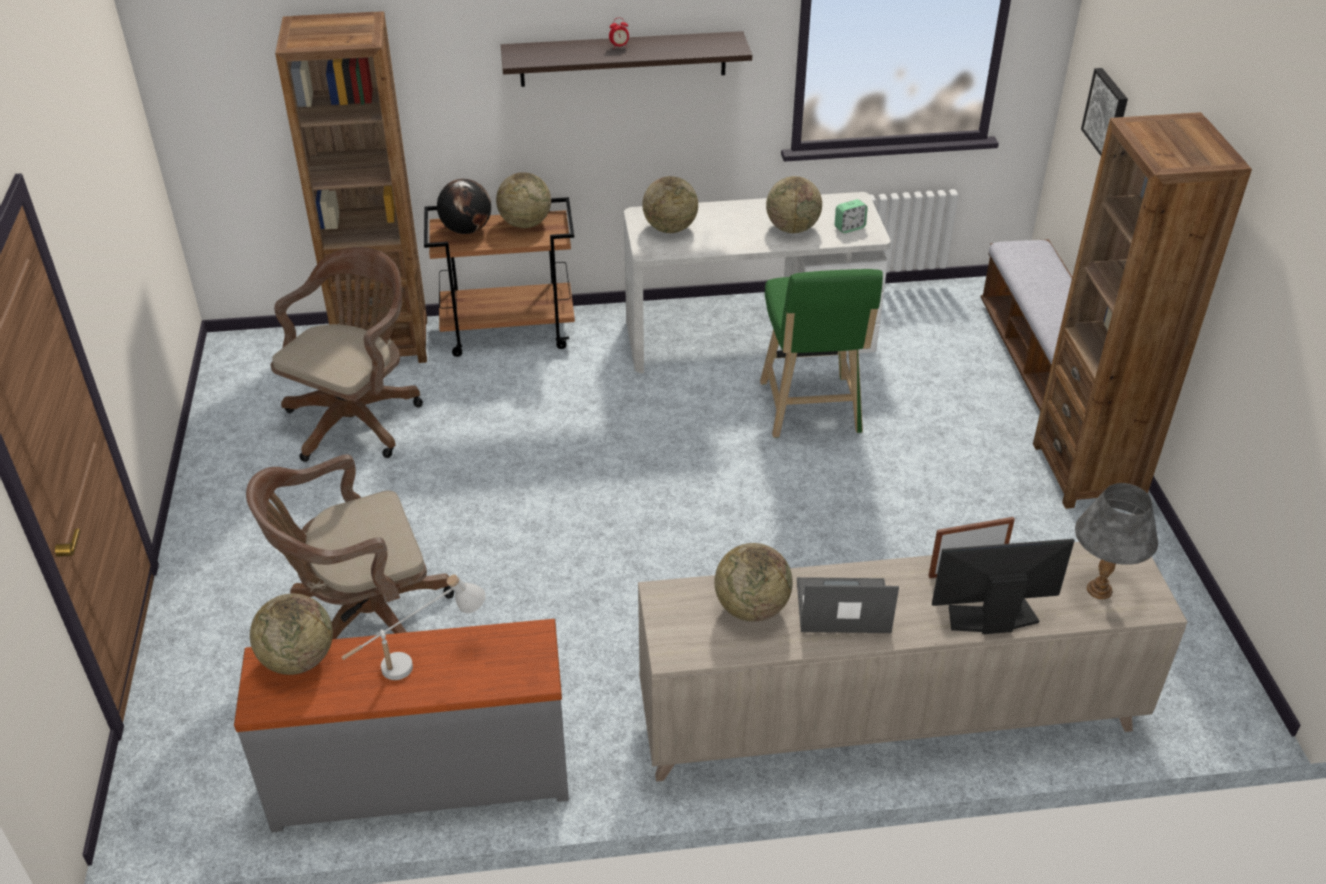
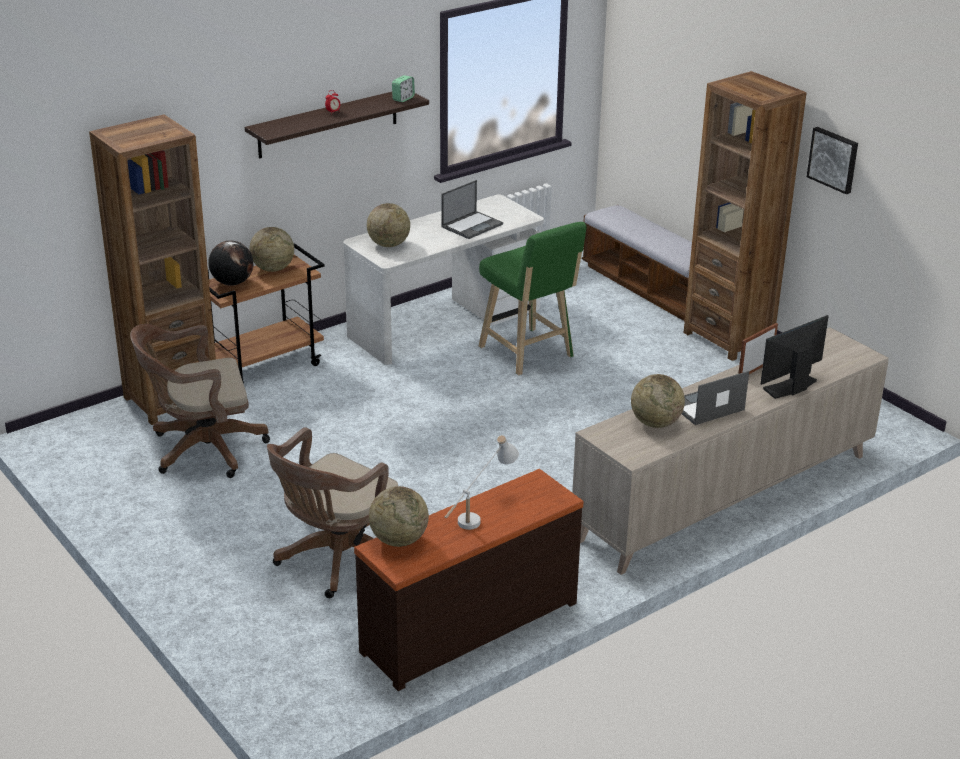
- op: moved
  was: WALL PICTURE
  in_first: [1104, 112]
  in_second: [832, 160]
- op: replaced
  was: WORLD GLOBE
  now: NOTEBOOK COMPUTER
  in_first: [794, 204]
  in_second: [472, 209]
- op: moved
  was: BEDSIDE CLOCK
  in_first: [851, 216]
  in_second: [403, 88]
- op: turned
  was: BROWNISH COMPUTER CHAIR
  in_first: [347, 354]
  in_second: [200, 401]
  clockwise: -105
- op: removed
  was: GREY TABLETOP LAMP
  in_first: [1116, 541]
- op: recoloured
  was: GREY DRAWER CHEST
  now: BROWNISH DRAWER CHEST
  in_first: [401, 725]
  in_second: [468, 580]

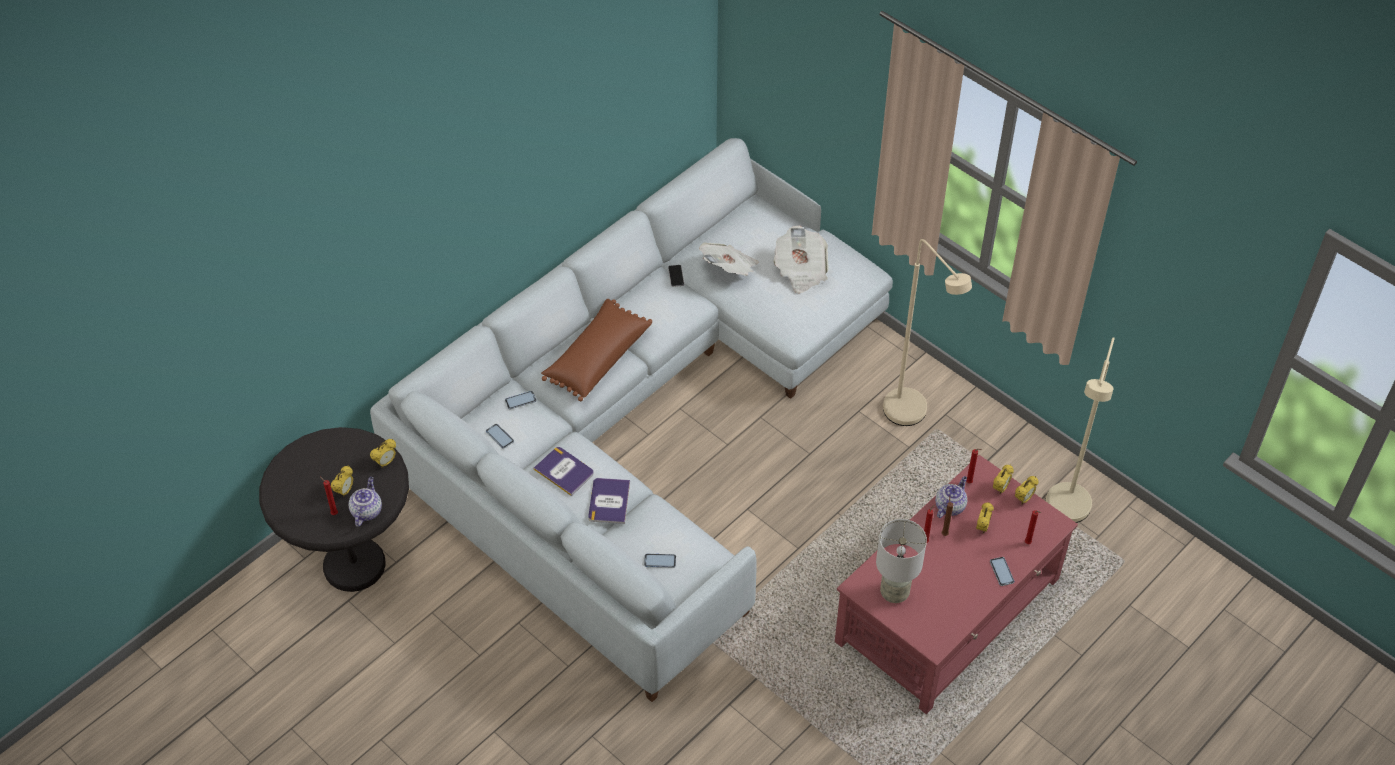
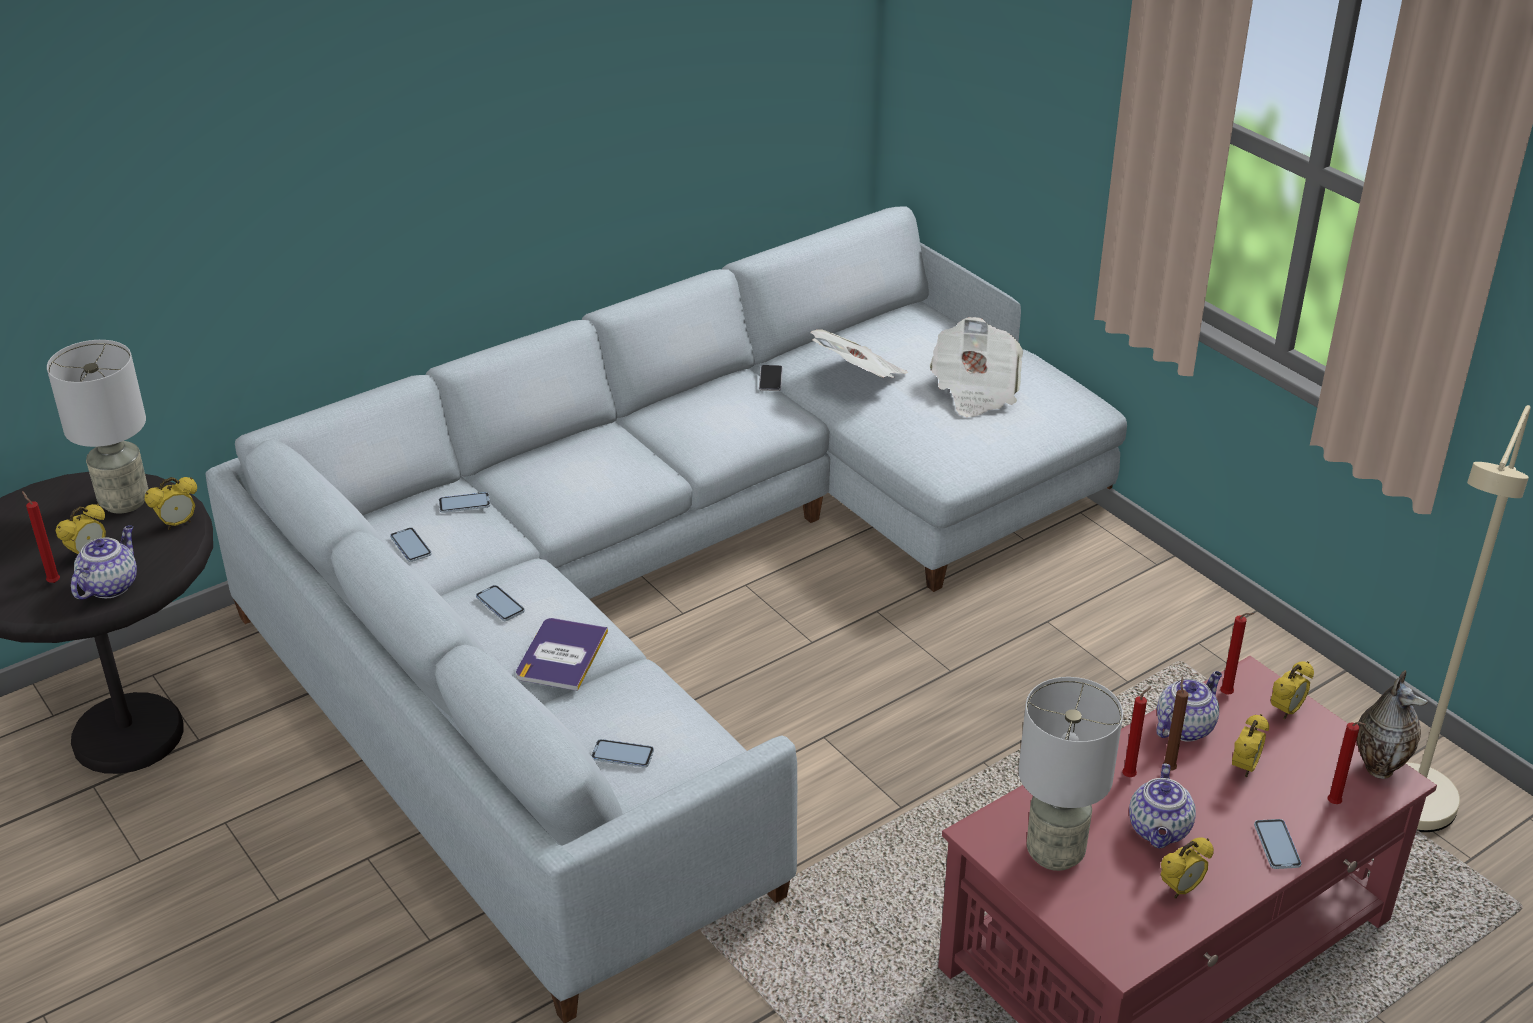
- op: removed
  was: SAND-COLOURED STANDARD LAMP
  in_first: [927, 332]
- op: removed
  was: BROWNISH PILLOW
  in_first: [596, 350]
- op: replaced
  was: BOUND BOOK
  now: PHONE
  in_first: [564, 471]
  in_second: [500, 603]
- op: moved
  was: BEDSIDE CLOCK
  in_first: [1026, 490]
  in_second: [1187, 867]
- op: added
  now: GREY TABLETOP LAMP
  in_second: [98, 427]
- op: added
  now: DECORATIVE VASE
  in_second: [1392, 724]
- op: added
  now: TEAPOT
  in_second: [1162, 806]

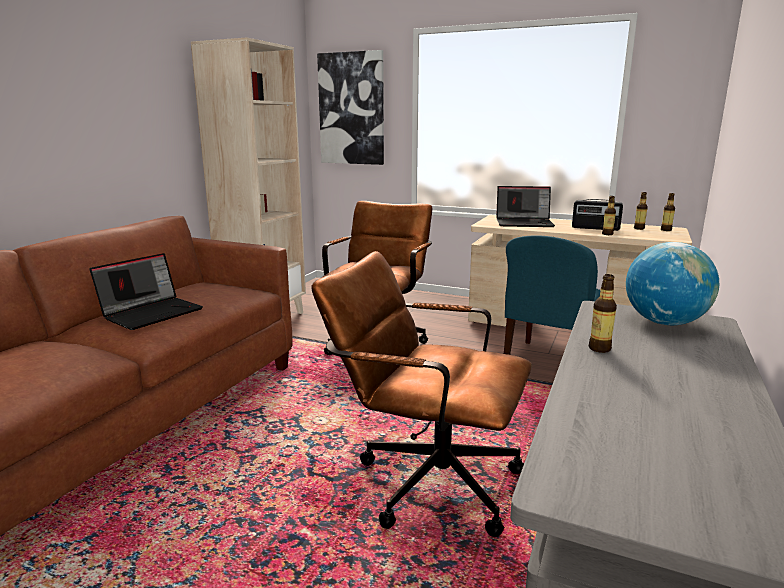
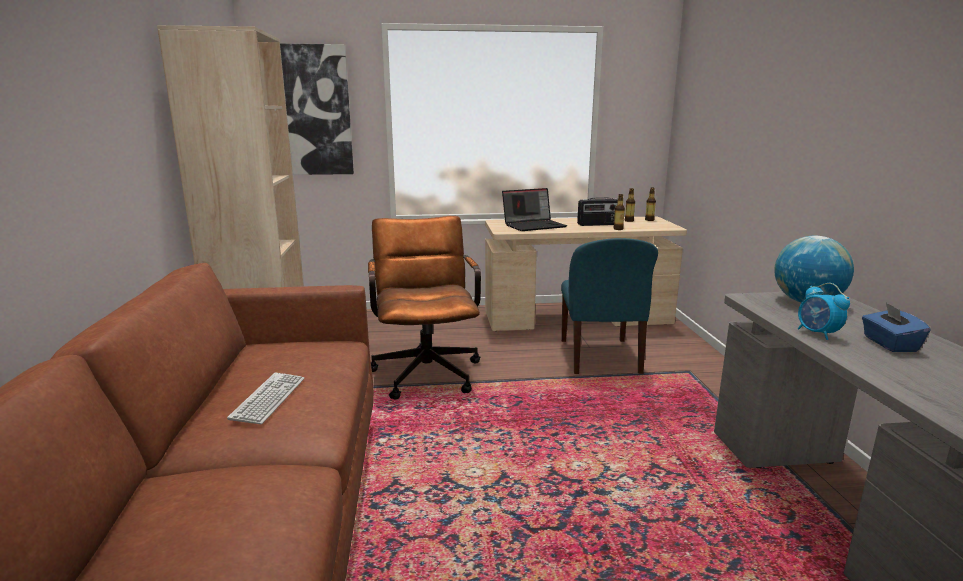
- op: removed
  was: BROWNISH COMPUTER CHAIR
  in_first: [421, 394]
- op: replaced
  was: NOTEBOOK COMPUTER
  now: KEYBOARD
  in_first: [146, 291]
  in_second: [265, 398]
- op: replaced
  was: DRINK BOTTLE
  now: BEDSIDE CLOCK
  in_first: [603, 313]
  in_second: [824, 311]
- op: added
  now: BLUE-COLOURED BOX OF TISSUES
  in_second: [896, 327]

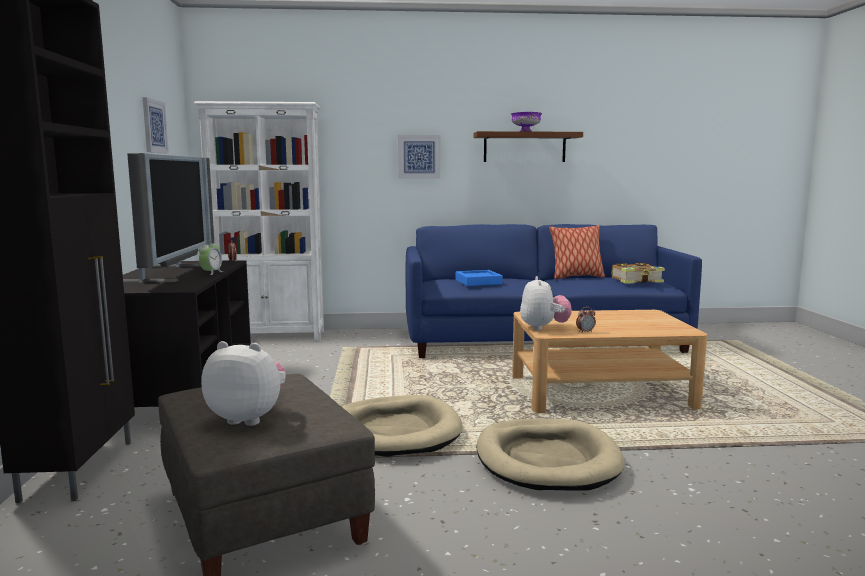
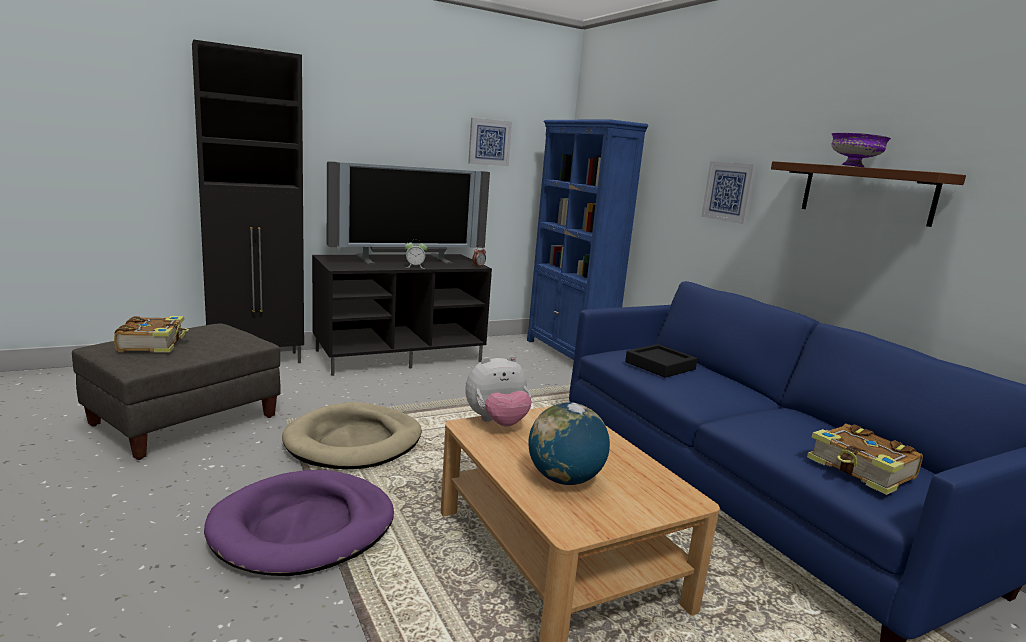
- op: recoloured
  was: WHITE-COLOURED BOOKSHELF
  now: BLUE-COLOURED BOOKSHELF
  in_first: [259, 221]
  in_second: [587, 240]
- op: removed
  was: PILLOW
  in_first: [577, 252]
- op: recoloured
  was: BLUE-COLOURED TRAY
  now: BLACK-COLOURED TRAY
  in_first: [479, 278]
  in_second: [661, 361]
- op: removed
  was: BEDSIDE CLOCK
  in_first: [586, 320]
- op: replaced
  was: CUDDLY TOY
  now: BOUND BOOK
  in_first: [243, 383]
  in_second: [151, 334]
- op: recoloured
  was: SAND-COLOURED DOG BED
  now: PURPLE DOG BED
  in_first: [551, 454]
  in_second: [299, 523]
- op: added
  now: WORLD GLOBE
  in_second: [569, 443]

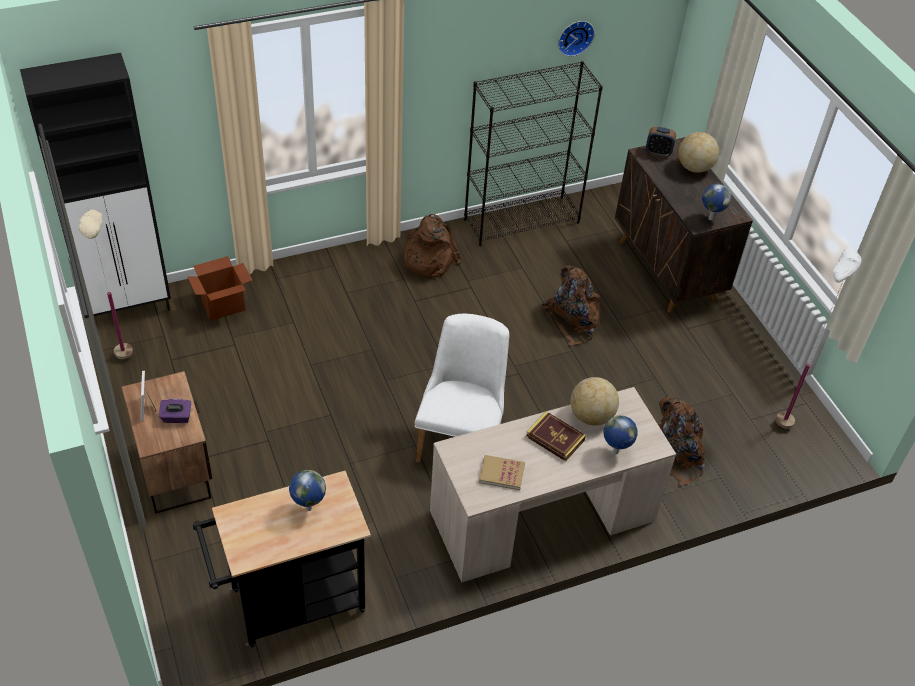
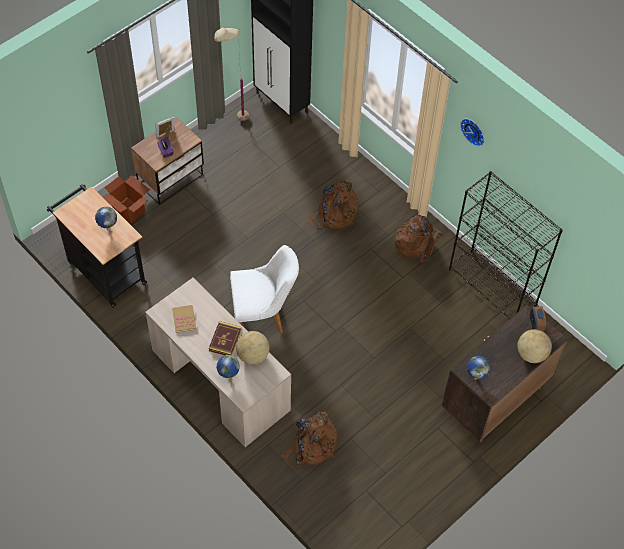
- op: moved
  was: HANGING CLOCK
  in_first: [576, 38]
  in_second: [472, 133]
- op: removed
  was: WHITE-COLOURED STANDARD LAMP
  in_first: [818, 338]
- op: moved
  was: CARTON
  in_first: [219, 288]
  in_second: [126, 199]
- op: moved
  was: BROWNISH BACKPACK
  in_first: [572, 306]
  in_second: [332, 205]

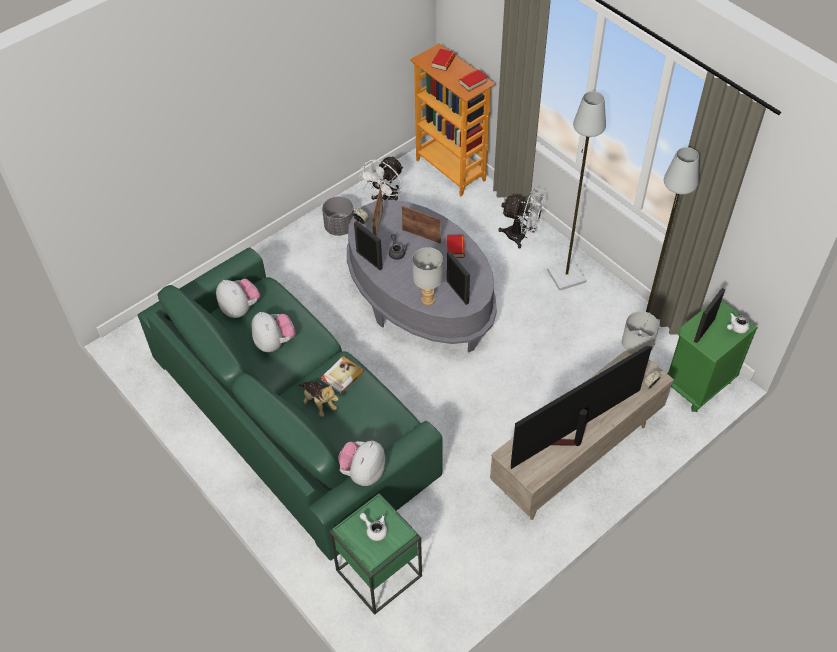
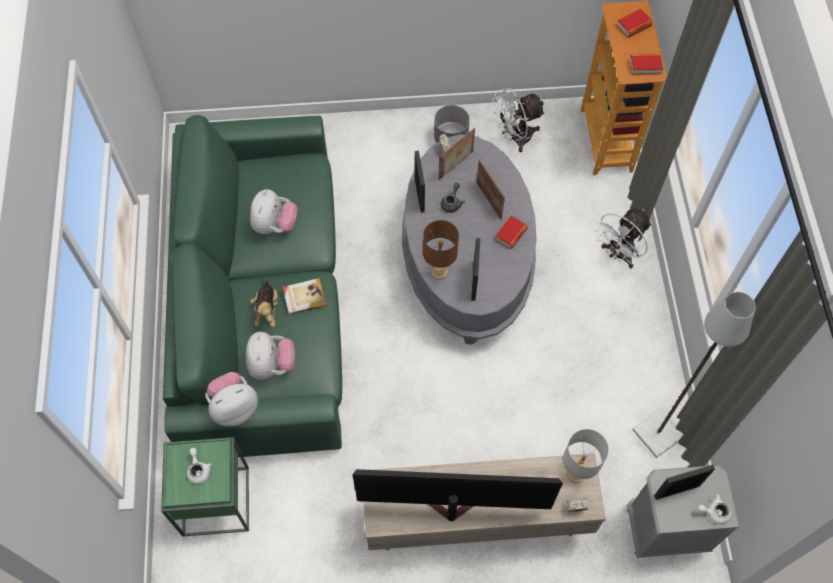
- op: removed
  was: GREY STANDARD LAMP
  in_first: [576, 191]
- op: turned
  was: WHITE-COLOURED COOLING FAN
  in_first: [522, 218]
  in_second: [623, 238]
  clockwise: 75
- op: recoloured
  was: GREY TABLETOP LAMP
  now: BROWNISH TABLETOP LAMP
  in_first: [427, 276]
  in_second: [441, 249]
- op: moved
  was: CUDDLY TOY
  in_first: [238, 298]
  in_second: [270, 356]
- op: recoloured
  was: GREENISH BEDSIDE TABLE
  now: GREY BEDSIDE TABLE
  in_first: [712, 356]
  in_second: [683, 511]

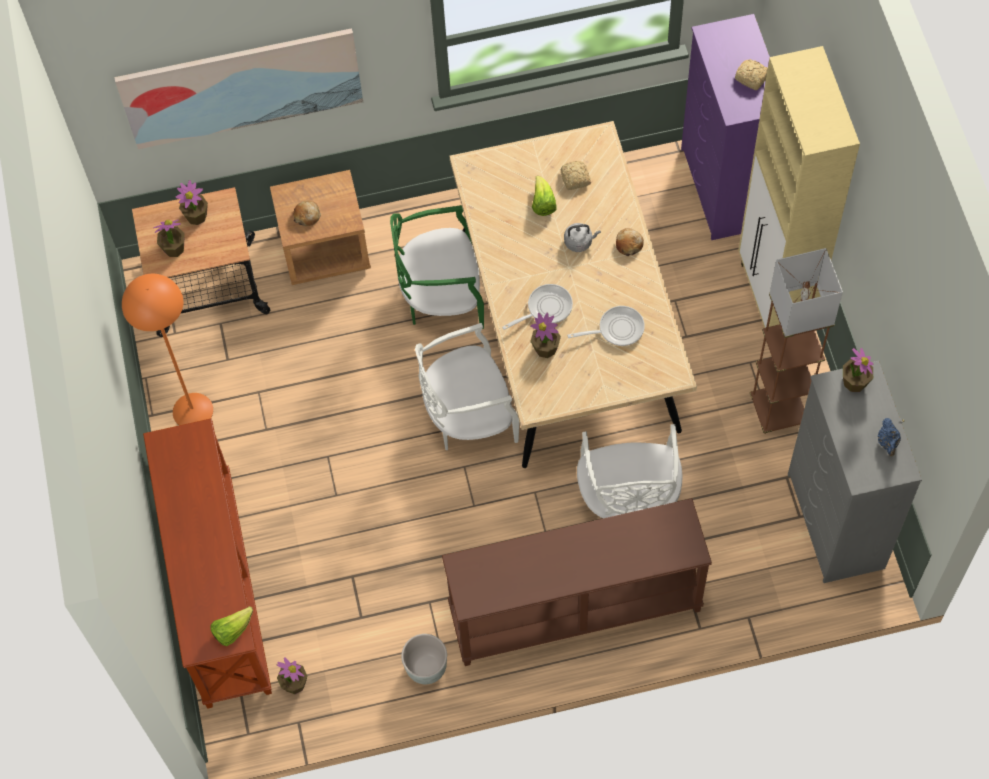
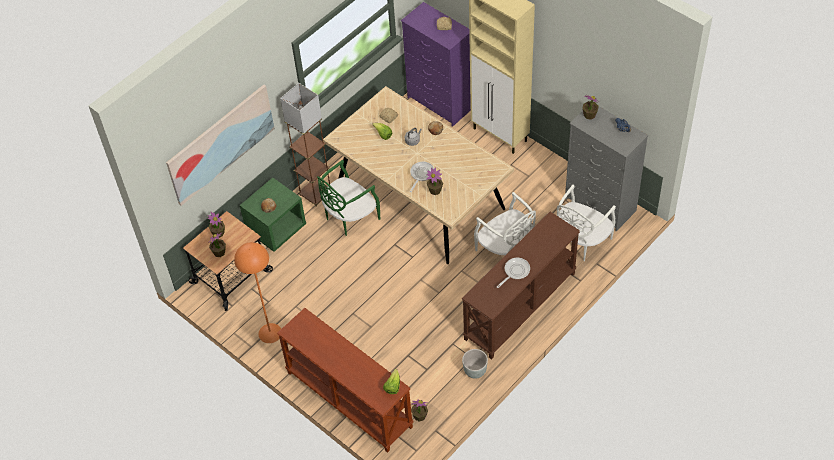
- op: recoloured
  was: BROWNISH BEDSIDE TABLE
  now: GREENISH BEDSIDE TABLE
  in_first: [320, 227]
  in_second: [273, 215]
- op: moved
  was: BROWNISH STANDARD LAMP
  in_first: [796, 341]
  in_second: [305, 145]
- op: moved
  was: PAN
  in_first: [606, 326]
  in_second: [513, 273]
- op: moved
  was: WHITE-COLOURED UPRIGHT CHAIR
  in_first: [467, 386]
  in_second: [586, 223]

